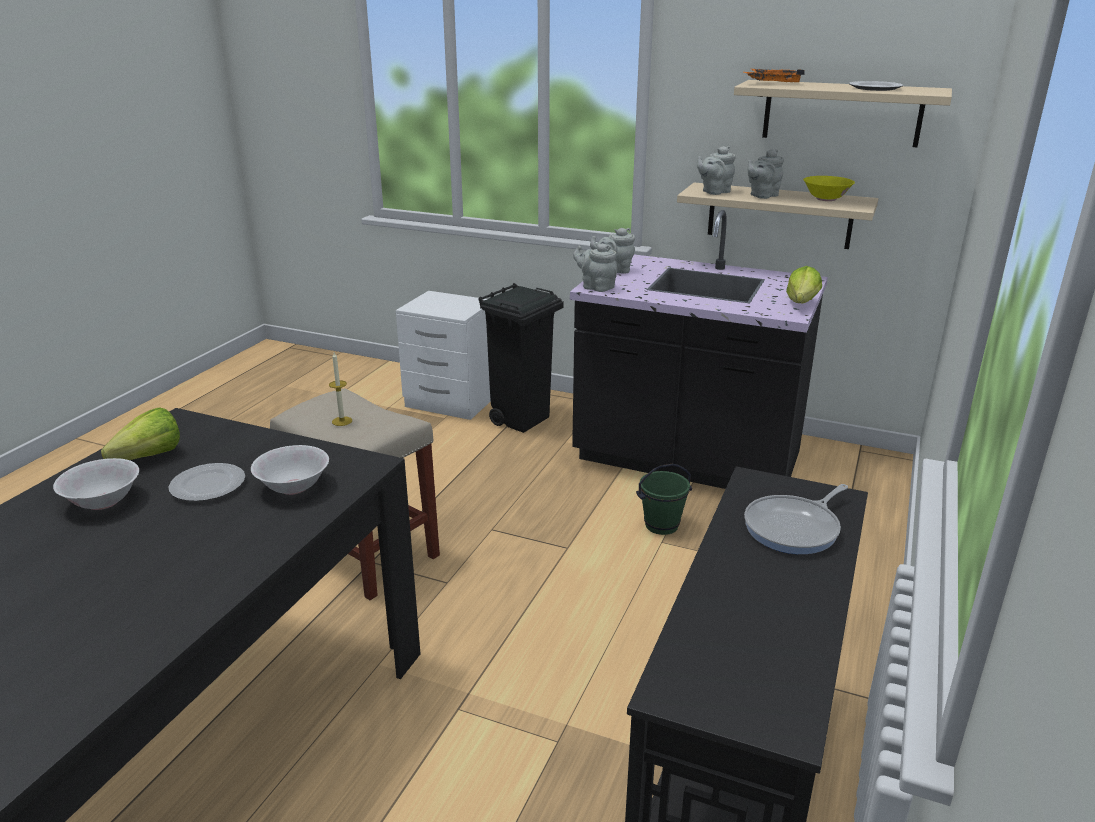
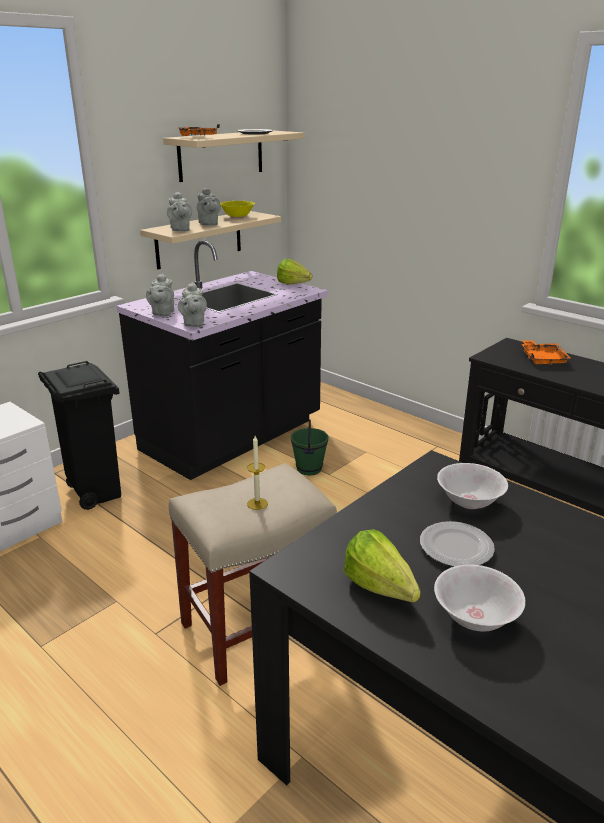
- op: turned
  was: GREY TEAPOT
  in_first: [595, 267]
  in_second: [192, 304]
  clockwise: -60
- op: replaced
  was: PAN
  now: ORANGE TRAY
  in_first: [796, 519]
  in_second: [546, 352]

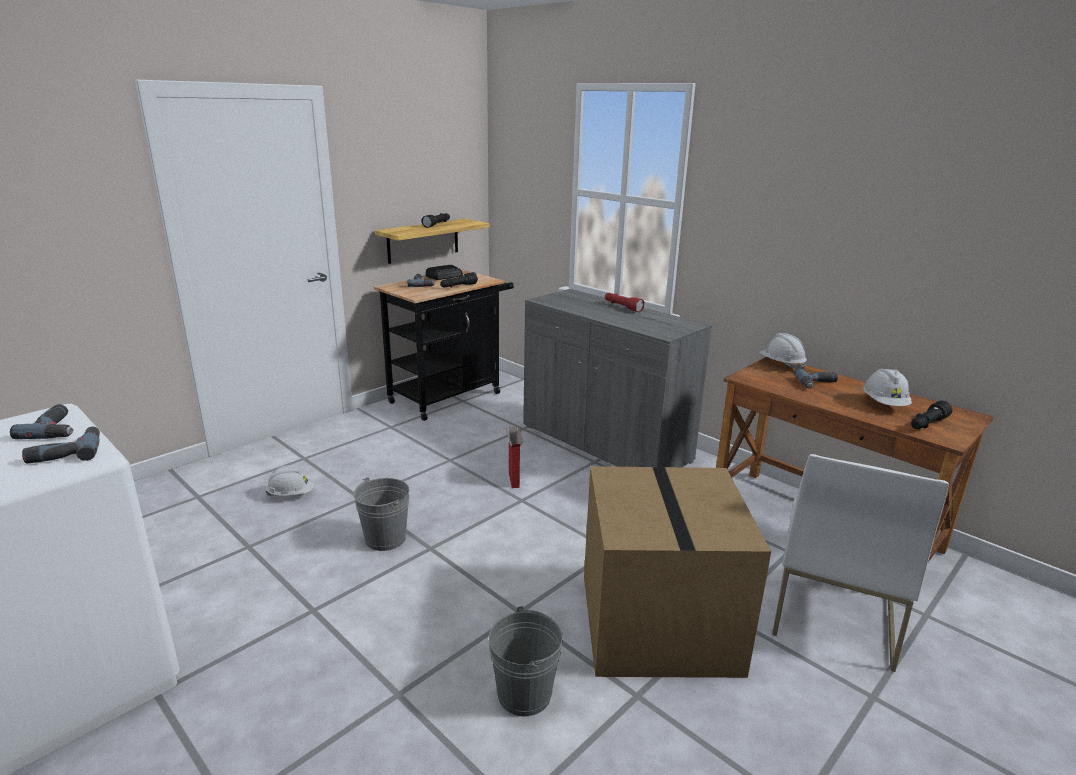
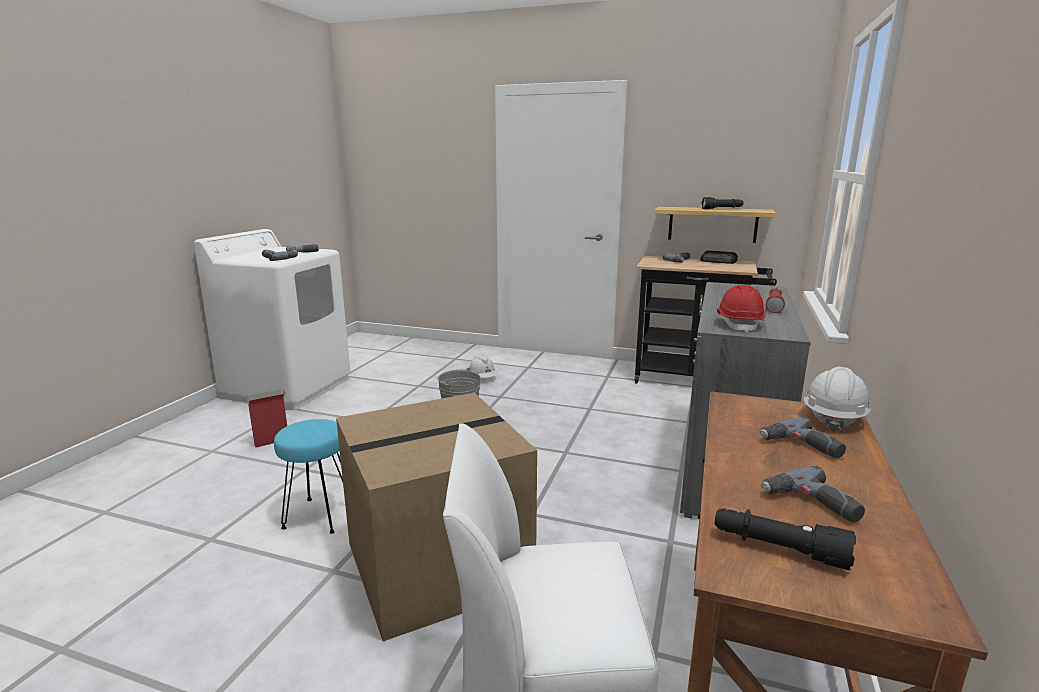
- op: removed
  was: BLACK-COLOURED HAND TORCH
  in_first: [459, 280]
- op: replaced
  was: WHITE-COLOURED WORK HELMET
  now: ELECTRIC DRILL
  in_first: [887, 387]
  in_second: [813, 494]
- op: moved
  was: CARTON
  in_first: [514, 457]
  in_second: [265, 418]
- op: replaced
  was: GREY BUCKET
  now: TURQUOISE SITTING STOOL
  in_first: [526, 661]
  in_second: [308, 476]
- op: added
  now: RED-COLOURED WORK HELMET
  in_second: [741, 309]

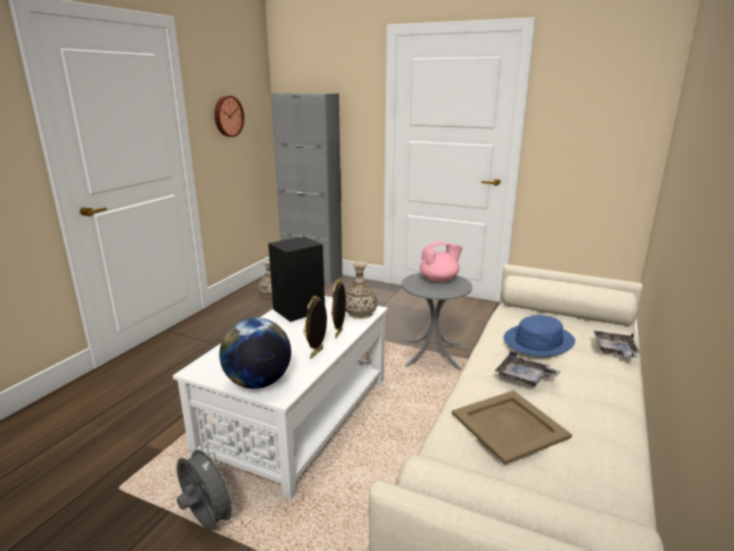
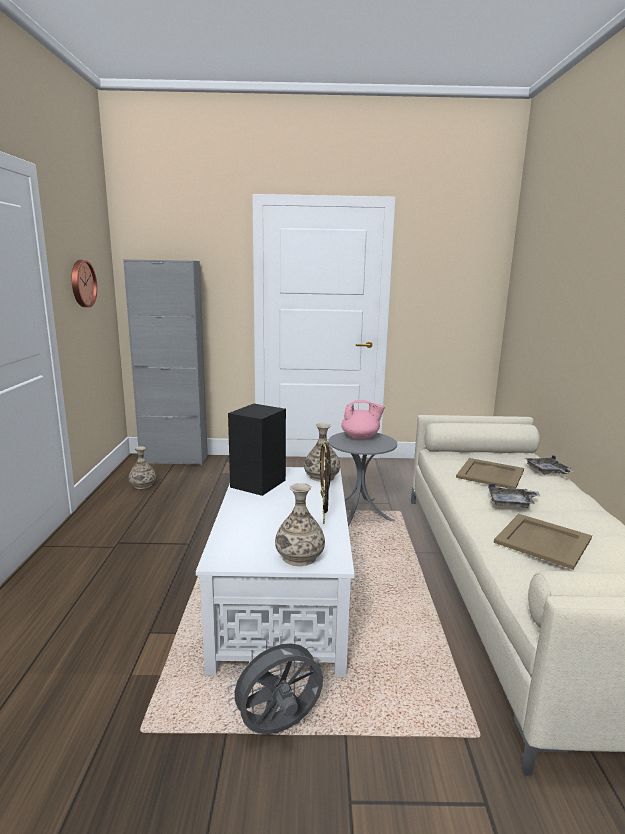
- op: turned
  was: PINKISH TEAPOT
  in_first: [441, 262]
  in_second: [363, 419]
  clockwise: 45
- op: replaced
  was: BLUE-COLOURED CLOTHING HAT
  now: SAND-COLOURED TRAY
  in_first: [539, 335]
  in_second: [490, 473]
- op: replaced
  was: WORLD GLOBE
  now: DECORATIVE VASE
  in_first: [255, 353]
  in_second: [300, 524]
- op: turned
  was: GREY COOLING FAN
  in_first: [208, 487]
  in_second: [275, 685]
  clockwise: -45

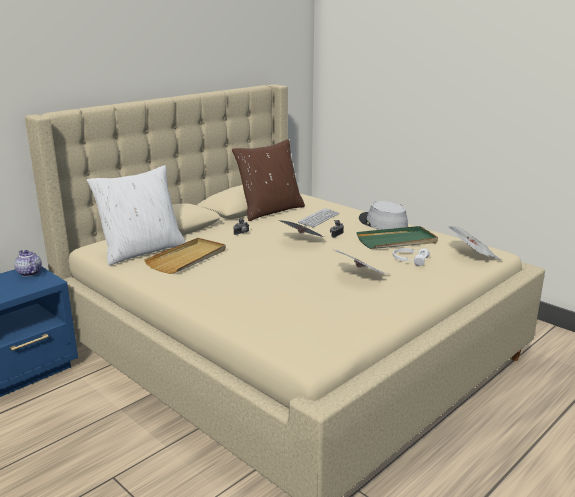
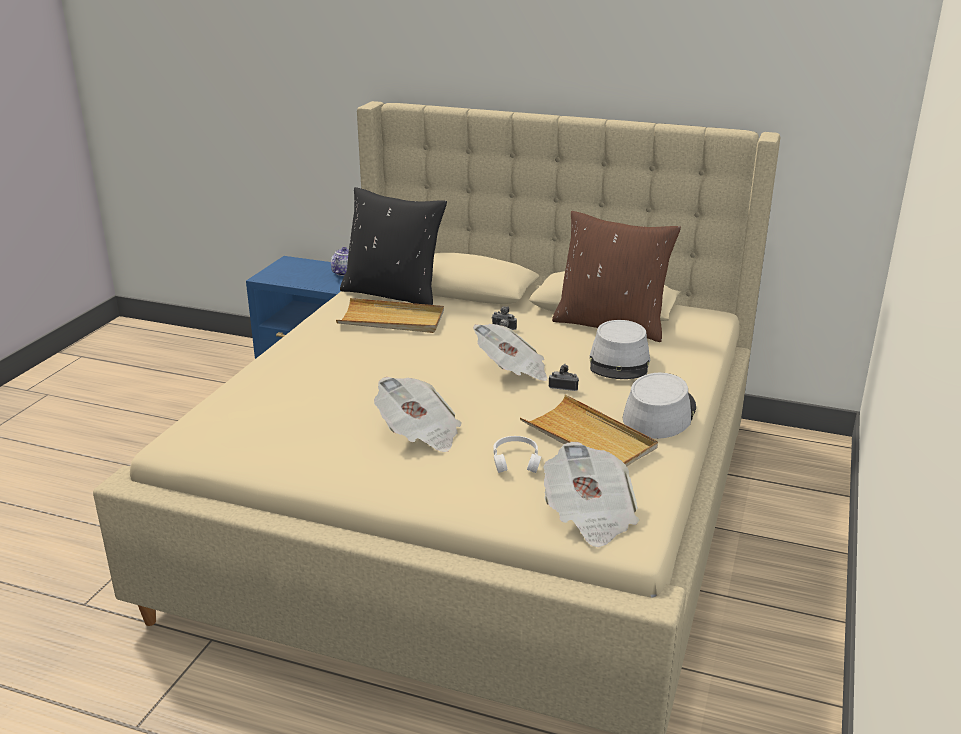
- op: recoloured
  was: WHITE-COLOURED PILLOW
  now: BLACK-COLOURED PILLOW
  in_first: [136, 215]
  in_second: [393, 246]
- op: replaced
  was: KEYBOARD
  now: GREY CLOTHING HAT
  in_first: [318, 217]
  in_second: [620, 349]
- op: recoloured
  was: GREENISH TRAY
  now: SAND-COLOURED TRAY
  in_first: [397, 237]
  in_second: [589, 430]

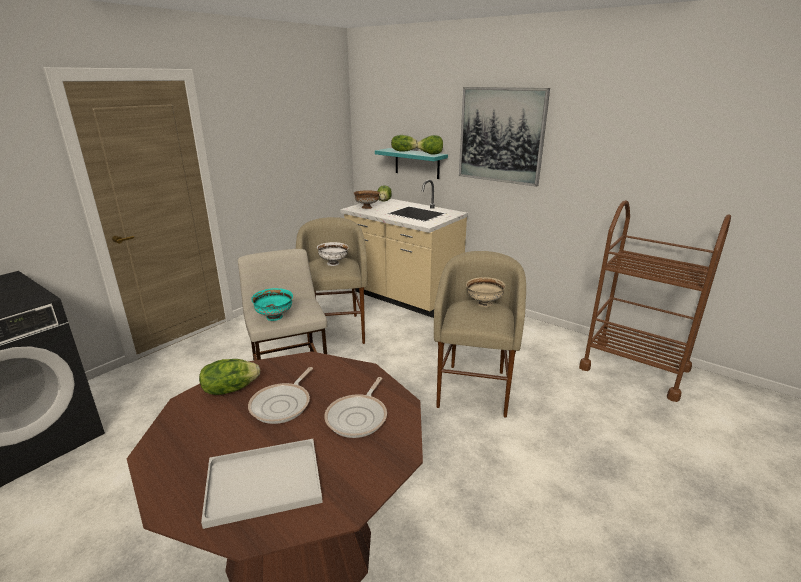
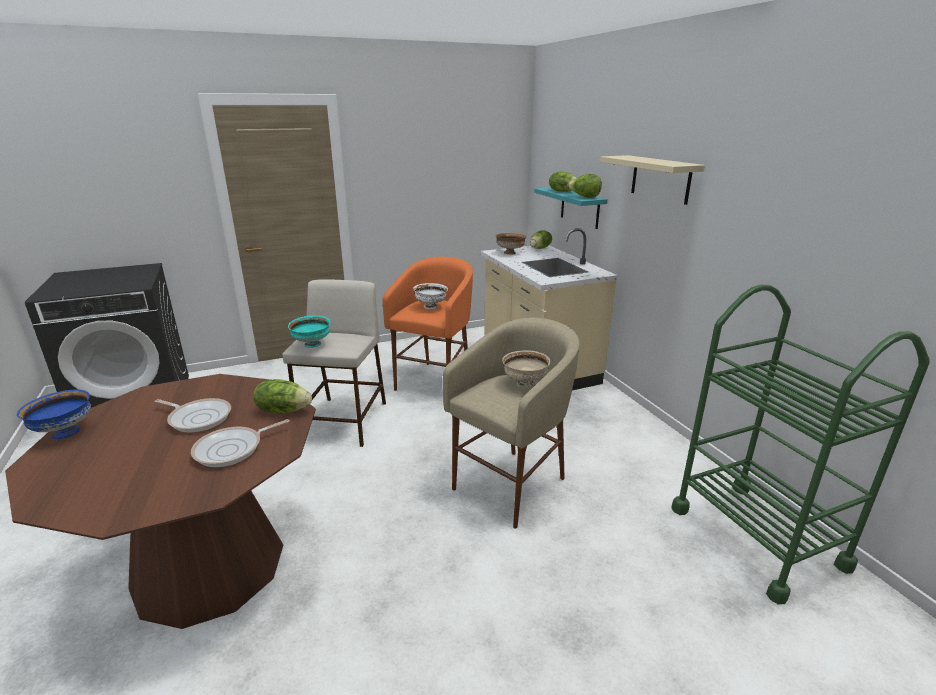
- op: replaced
  was: WALL PICTURE
  now: SAND-COLOURED SHELF
  in_first: [504, 137]
  in_second: [652, 180]
- op: recoloured
  was: BROWNISH TROLLEY
  now: GREENISH TROLLEY
  in_first: [655, 301]
  in_second: [800, 445]
- op: recoloured
  was: SAND-COLOURED SITTING STOOL
  now: ORANGE SITTING STOOL
  in_first: [331, 282]
  in_second: [428, 324]
- op: moved
  was: LETTUCE HEAD
  in_first: [229, 377]
  in_second: [283, 396]
- op: turned
  was: PAN
  in_first: [280, 395]
  in_second: [192, 415]
  clockwise: -120
- op: removed
  was: WHITE-COLOURED TRAY
  in_first: [262, 484]
- op: added
  now: BLUE-COLOURED SERVING BOWL
  in_second: [54, 414]

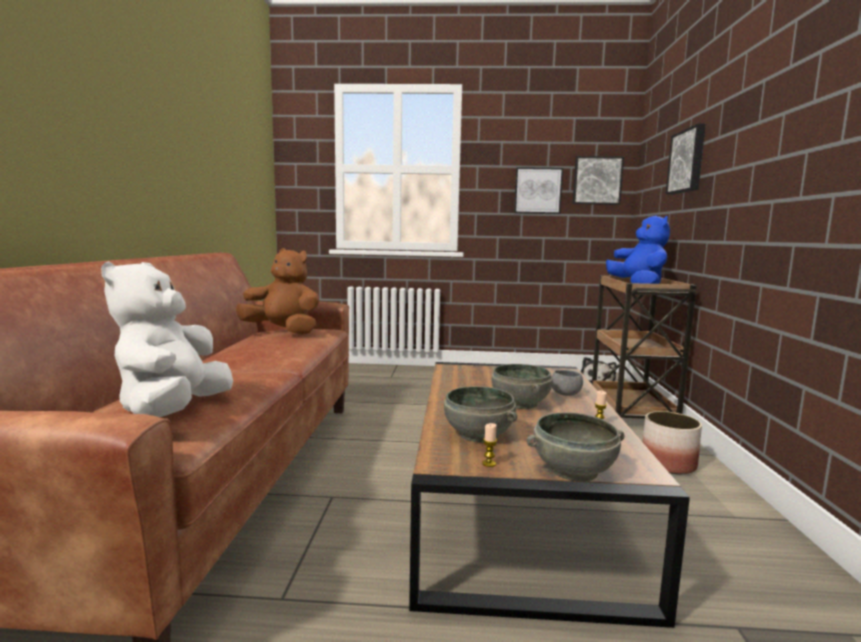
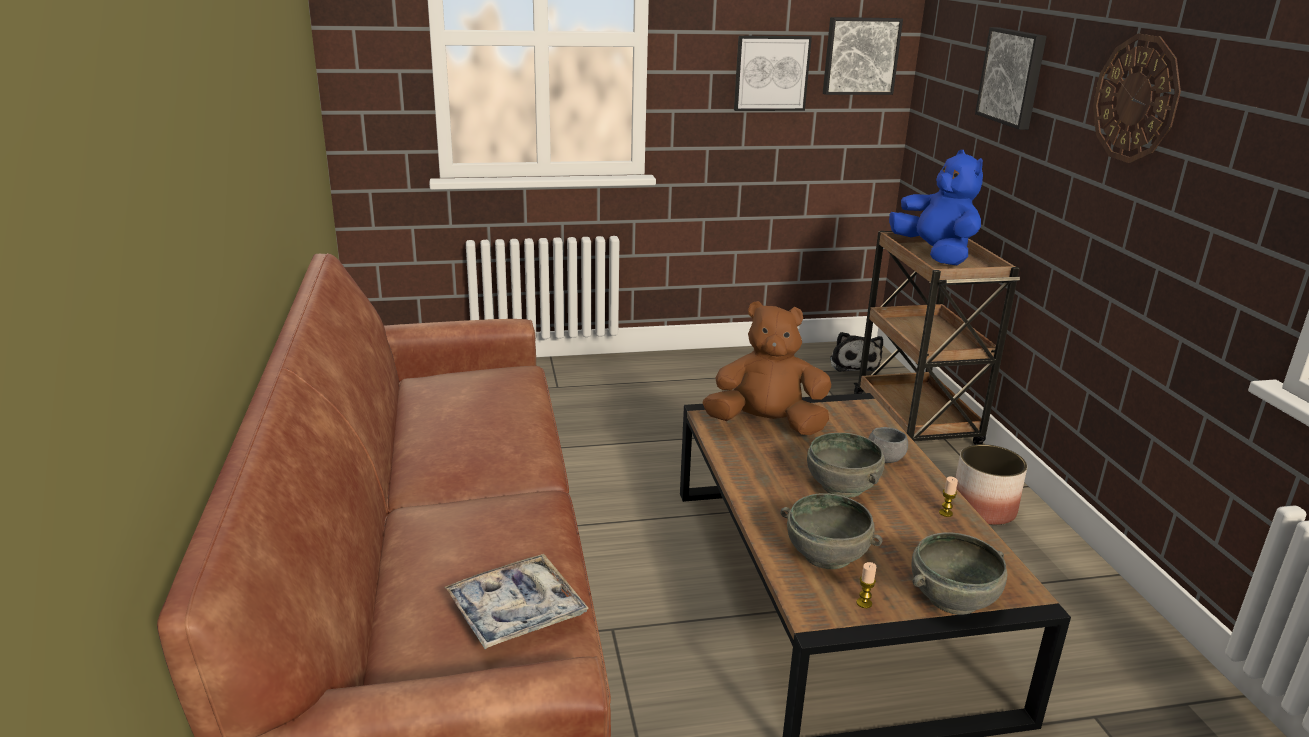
- op: moved
  was: BROWNISH CUDDLY TOY
  in_first: [277, 291]
  in_second: [767, 368]
- op: replaced
  was: WHITE-COLOURED CUDDLY TOY
  now: TRAY
  in_first: [167, 339]
  in_second: [517, 601]
- op: added
  now: HANGING CLOCK
  in_second: [1137, 98]

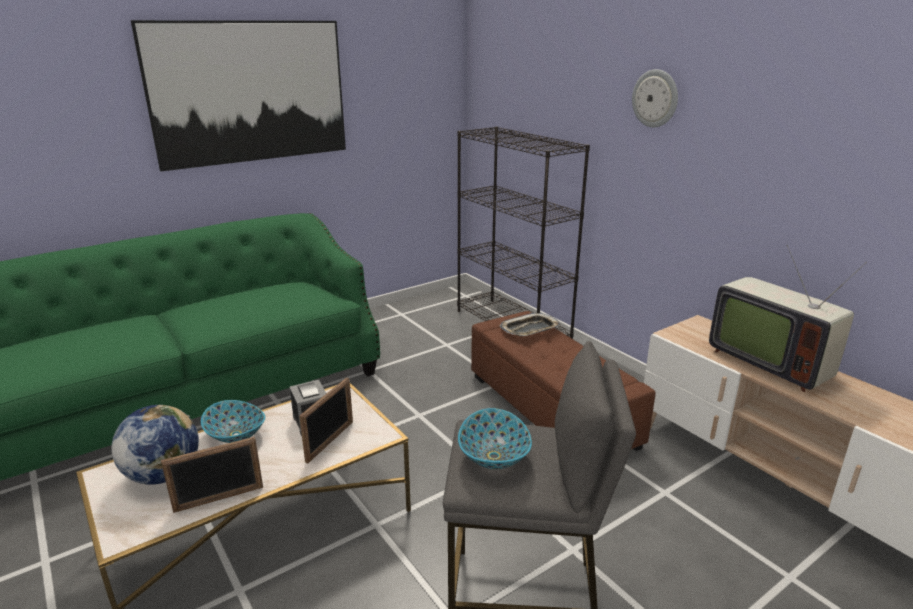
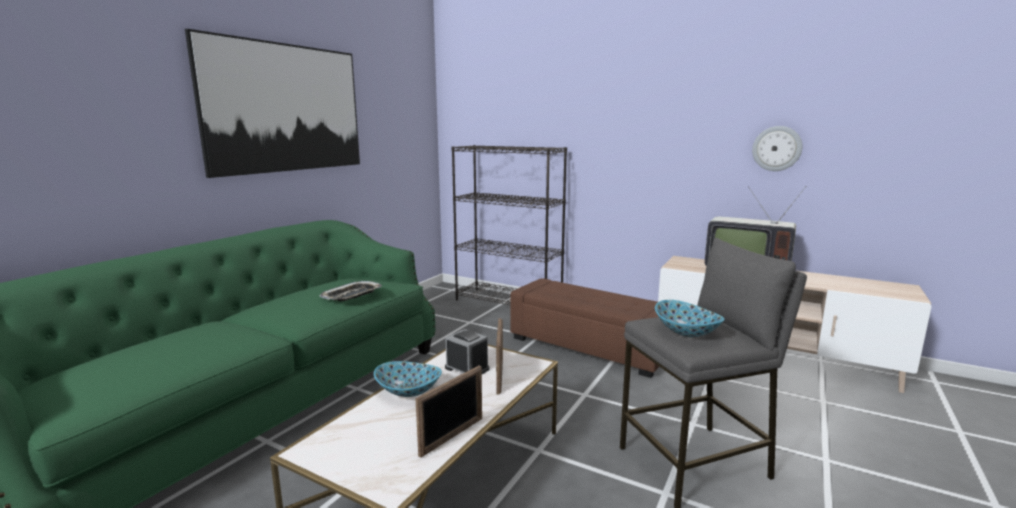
- op: moved
  was: HANGING CLOCK
  in_first: [655, 98]
  in_second: [777, 148]
- op: moved
  was: TRAY
  in_first: [529, 324]
  in_second: [350, 291]
- op: removed
  was: WORLD GLOBE
  in_first: [155, 445]

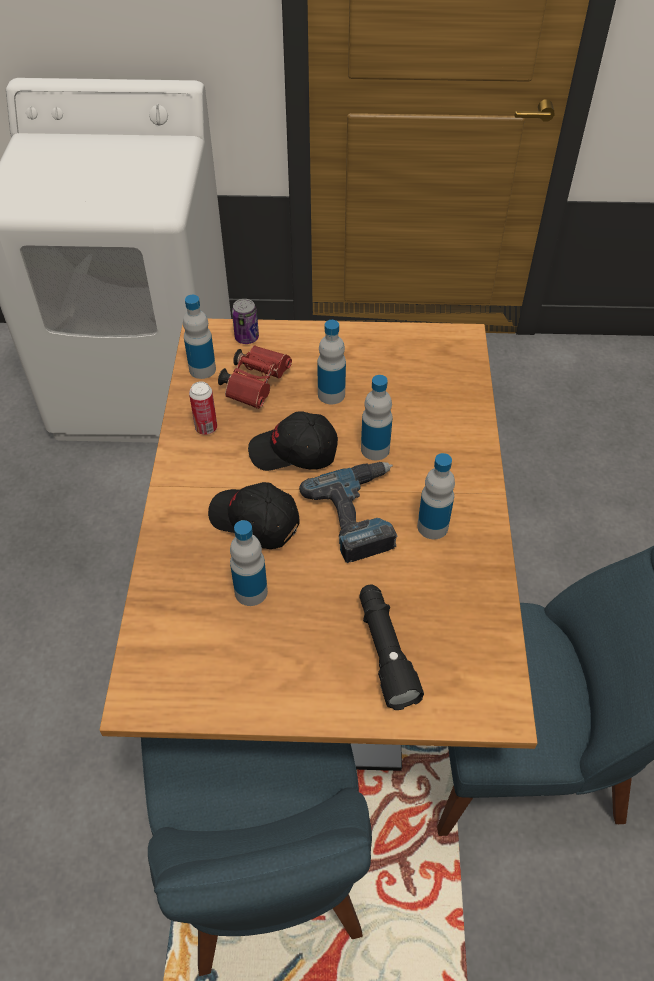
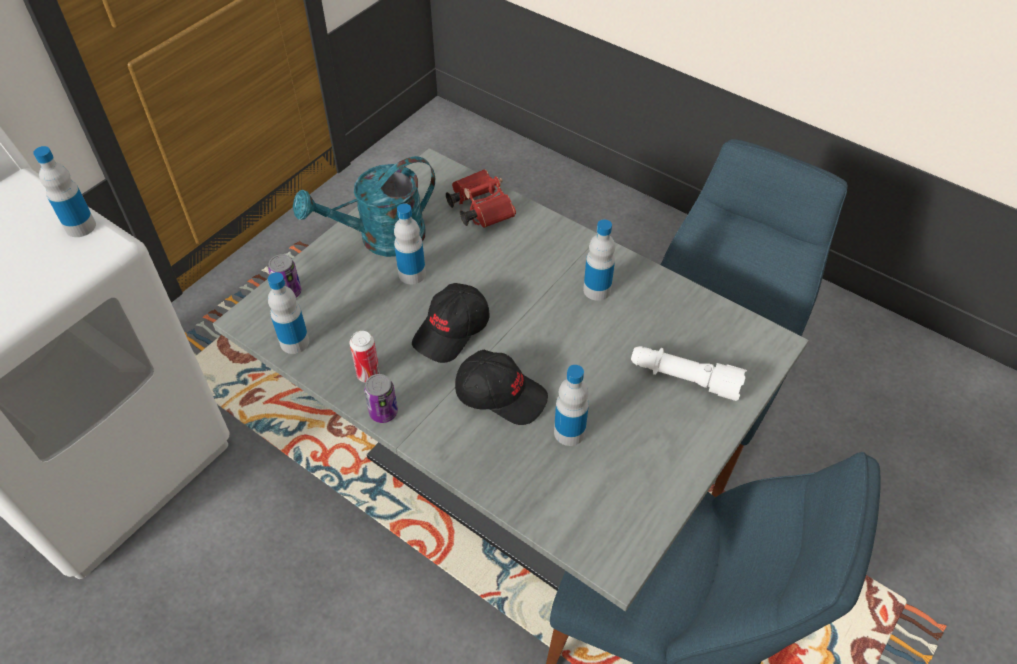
- op: recoloured
  was: BROWNISH DINING TABLE
  now: GREY DINING TABLE
  in_first: [319, 545]
  in_second: [511, 379]
- op: moved
  was: RED-COLOURED PAIR OF BINOCULARS
  in_first: [255, 377]
  in_second: [481, 198]
- op: moved
  was: DRINK BOTTLE
  in_first: [377, 417]
  in_second: [64, 191]
- op: removed
  was: ELECTRIC DRILL
  in_first: [348, 512]
- op: turned
  was: BLACK-COLOURED PEAKED CAP
  in_first: [254, 515]
  in_second: [501, 387]
  clockwise: -135
- op: recoloured
  was: BLACK-COLOURED HAND TORCH
  now: WHITE-COLOURED HAND TORCH
  in_first: [391, 647]
  in_second: [689, 373]
- op: added
  now: TURQUOISE SPRINKLING CAN
  in_second: [364, 206]
- op: added
  now: SEALED CAN
  in_second: [381, 398]

